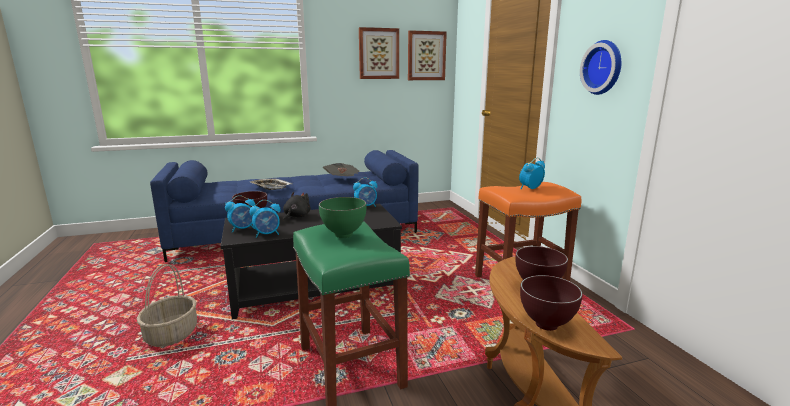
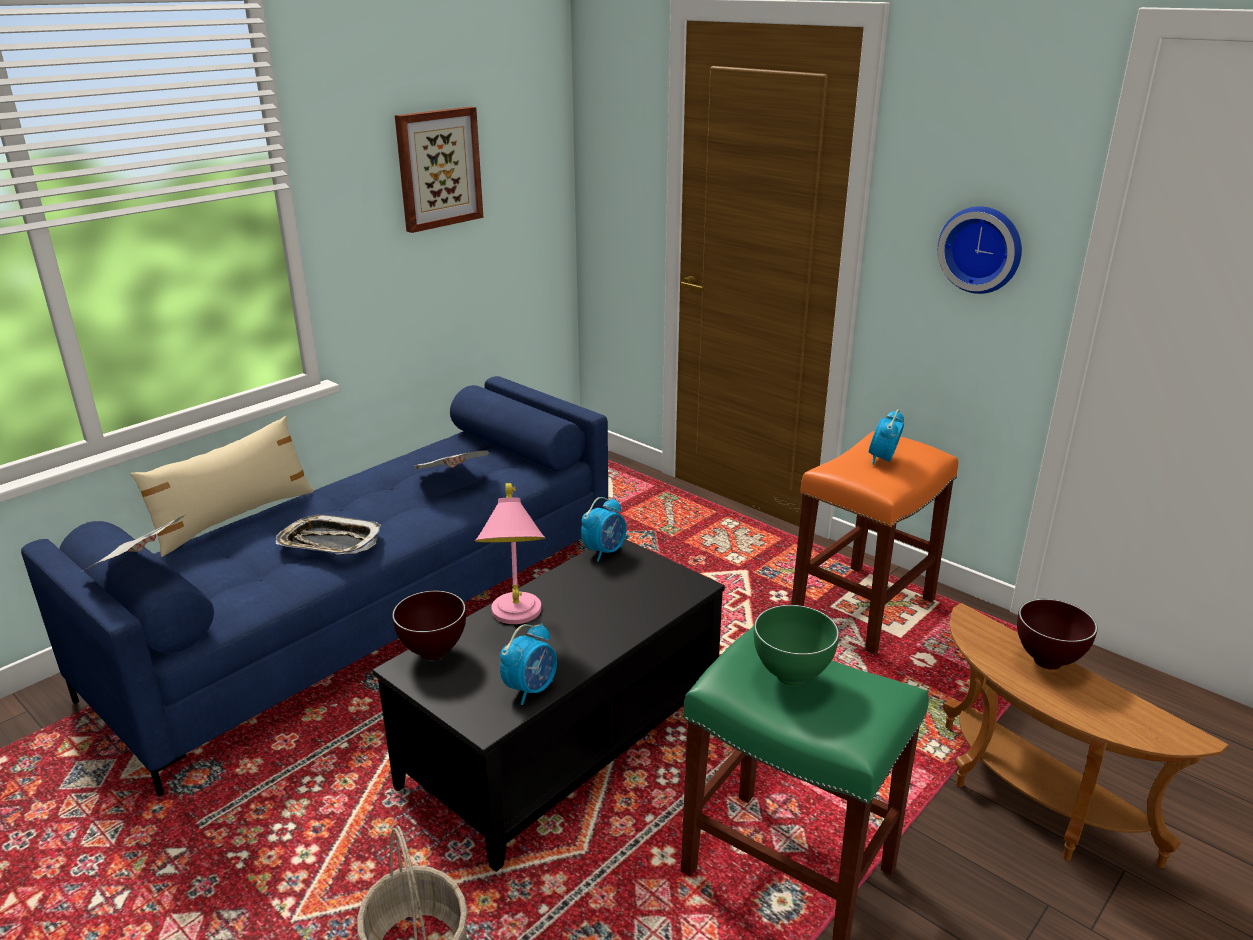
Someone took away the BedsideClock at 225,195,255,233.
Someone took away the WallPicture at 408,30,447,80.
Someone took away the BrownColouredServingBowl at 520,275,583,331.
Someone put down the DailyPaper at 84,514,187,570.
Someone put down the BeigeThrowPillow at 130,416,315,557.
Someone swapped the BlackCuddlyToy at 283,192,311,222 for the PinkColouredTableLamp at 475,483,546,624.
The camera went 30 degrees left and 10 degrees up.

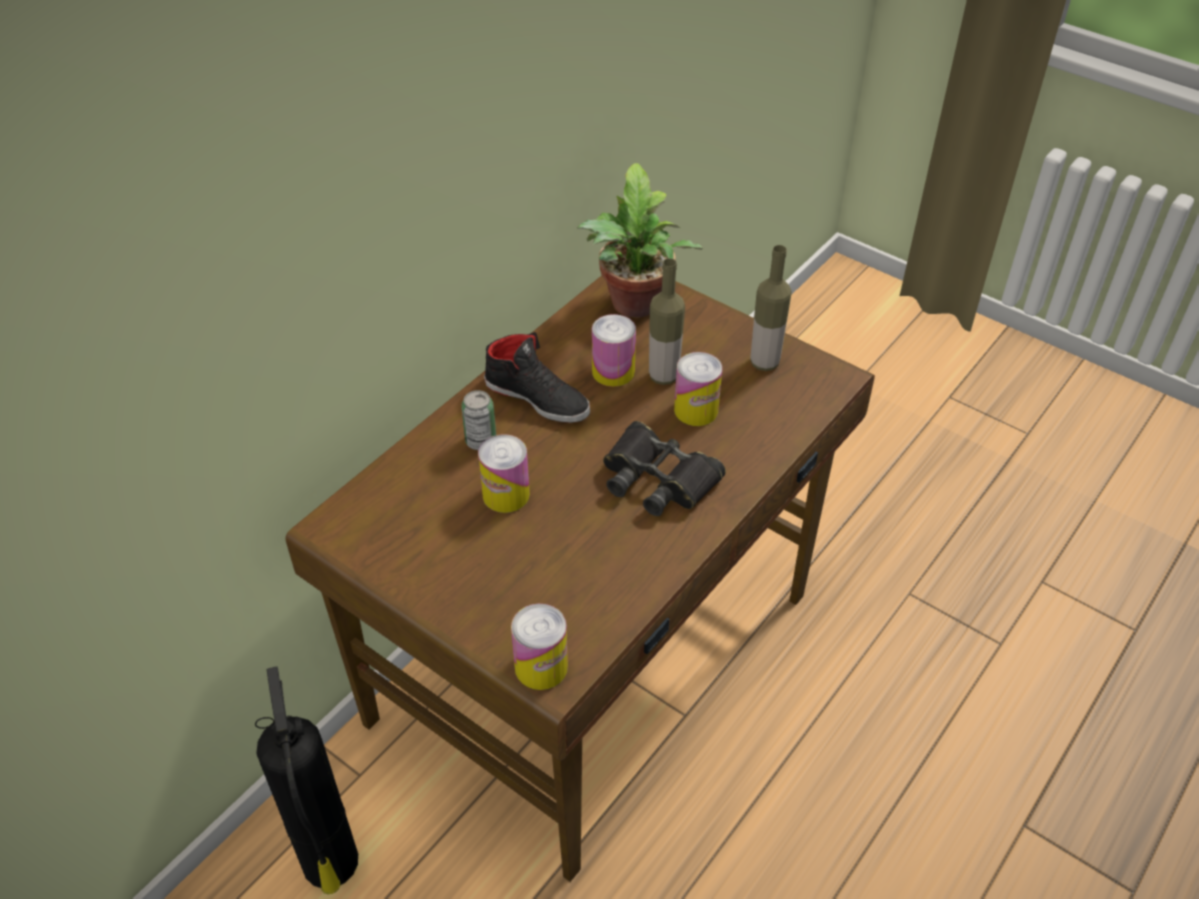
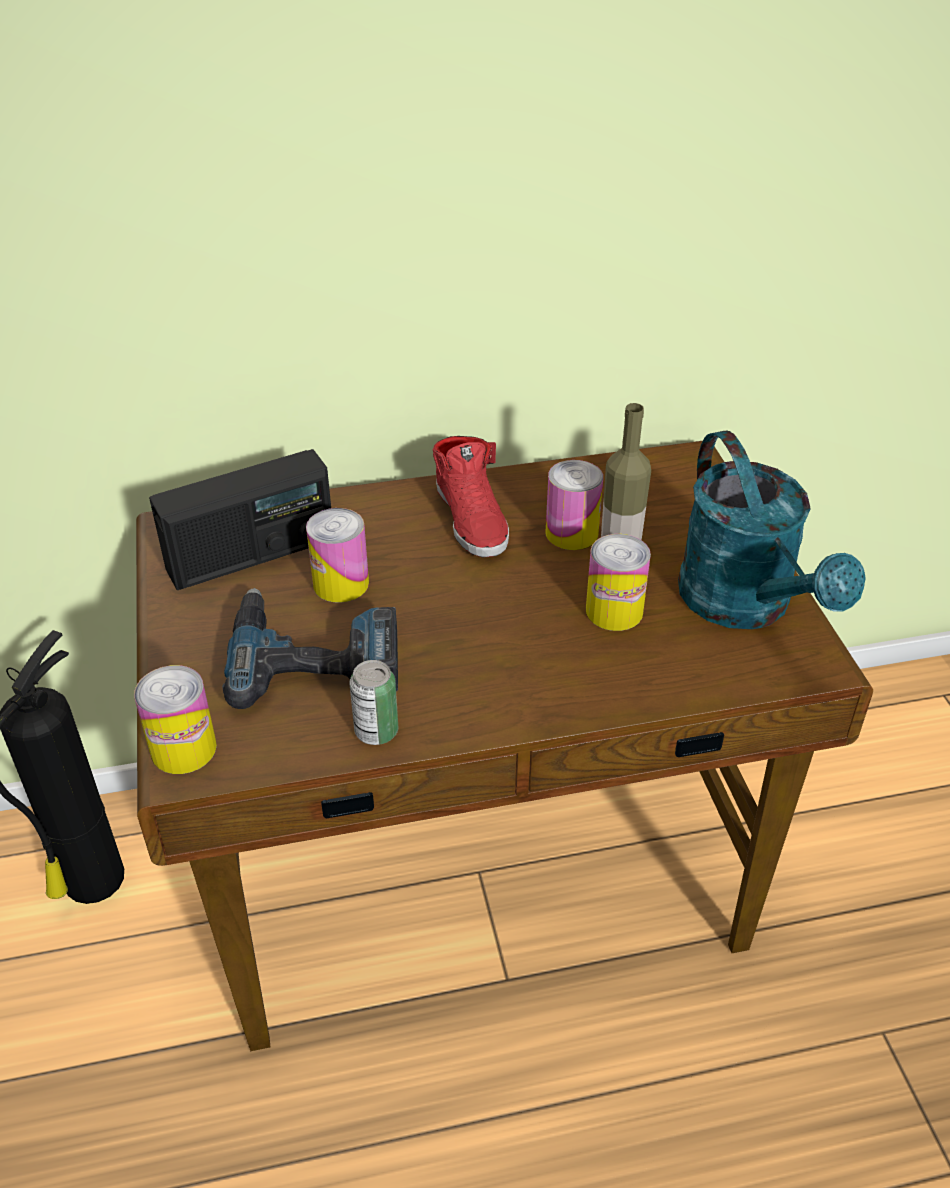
Someone took away the PottedPlant at 578,163,703,317.
Someone took away the BlackPairOfBinoculars at 603,421,726,516.
Someone put down the RadioReceiver at 149,449,331,590.
Someone put down the Drill at 222,588,398,709.
Someone carried the SealedCan from 461,390,496,450 to 350,660,398,745.
Someone swapped the DrinkBottle at 750,245,792,371 for the BlueGreenWateringPot at 678,431,866,629.
Someone repainted the BlackShoe at 484,332,590,423, which became the RedShoe at 433,436,509,558.
The camera went 40 degrees right and 5 degrees down.

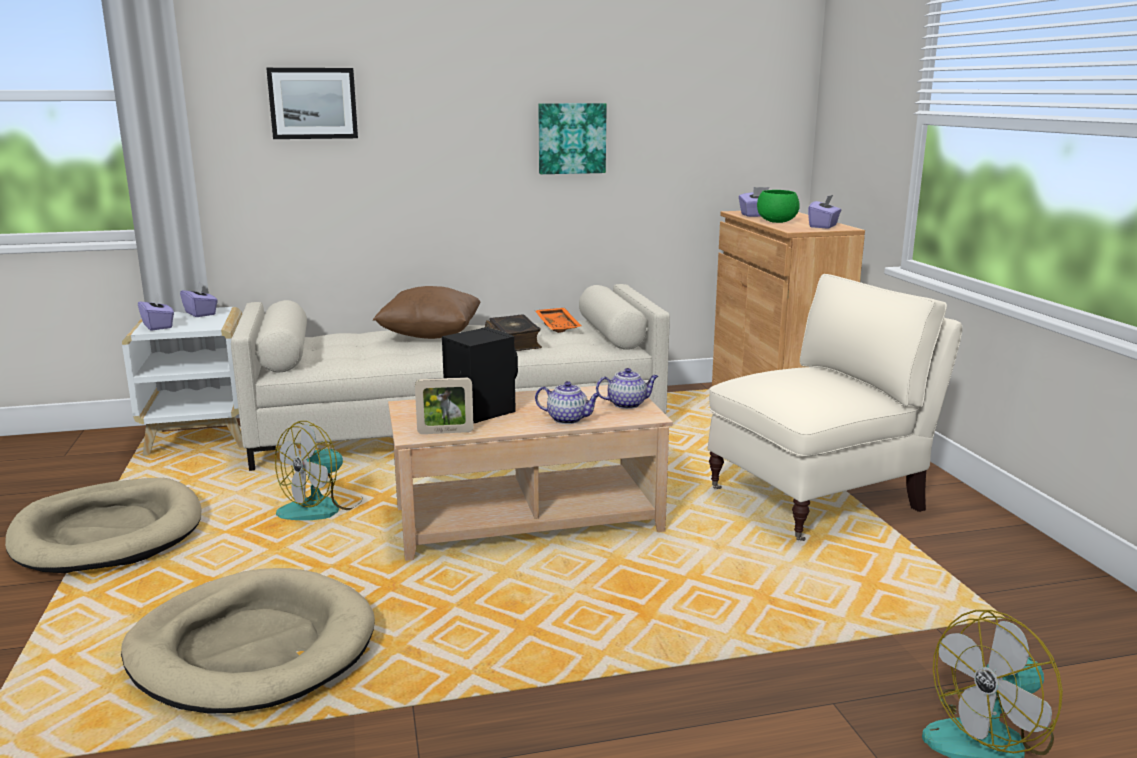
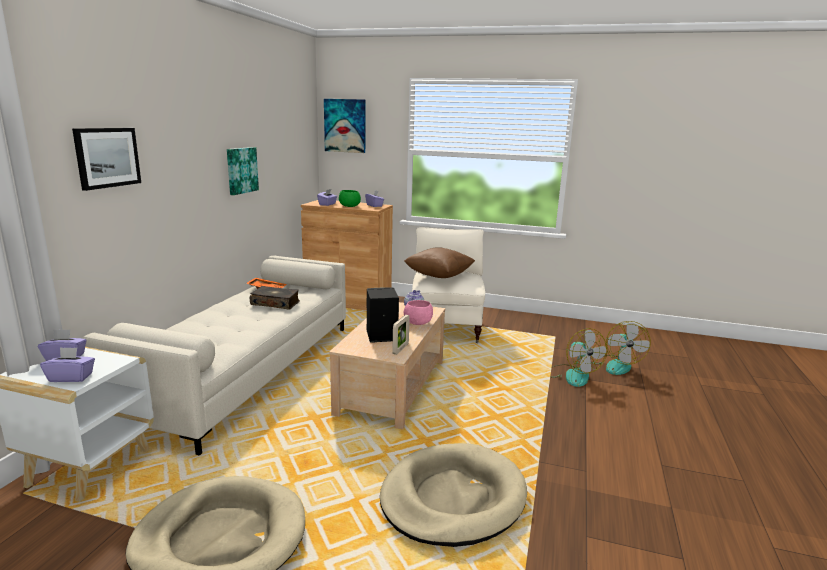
Someone put up the WallPicture at 324,99,365,153.
Someone carried the Fan from 275,421,363,520 to 550,328,607,387.
Someone carried the BrownColouredThrowPillow from 373,286,481,339 to 404,247,475,278.
Someone swapped the TeaPot at 535,381,601,424 for the PinkColouredServingBowl at 404,300,433,325.
The camera went 60 degrees left and 0 degrees up.

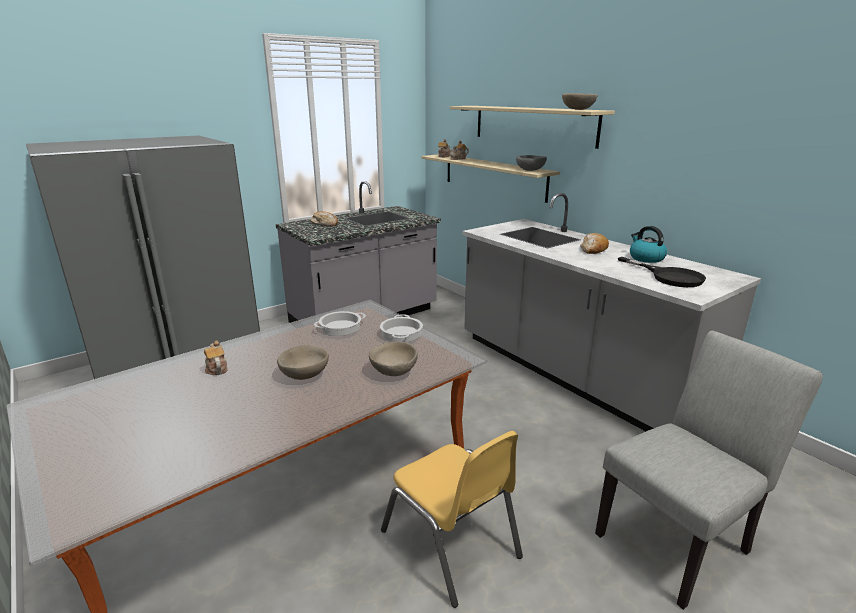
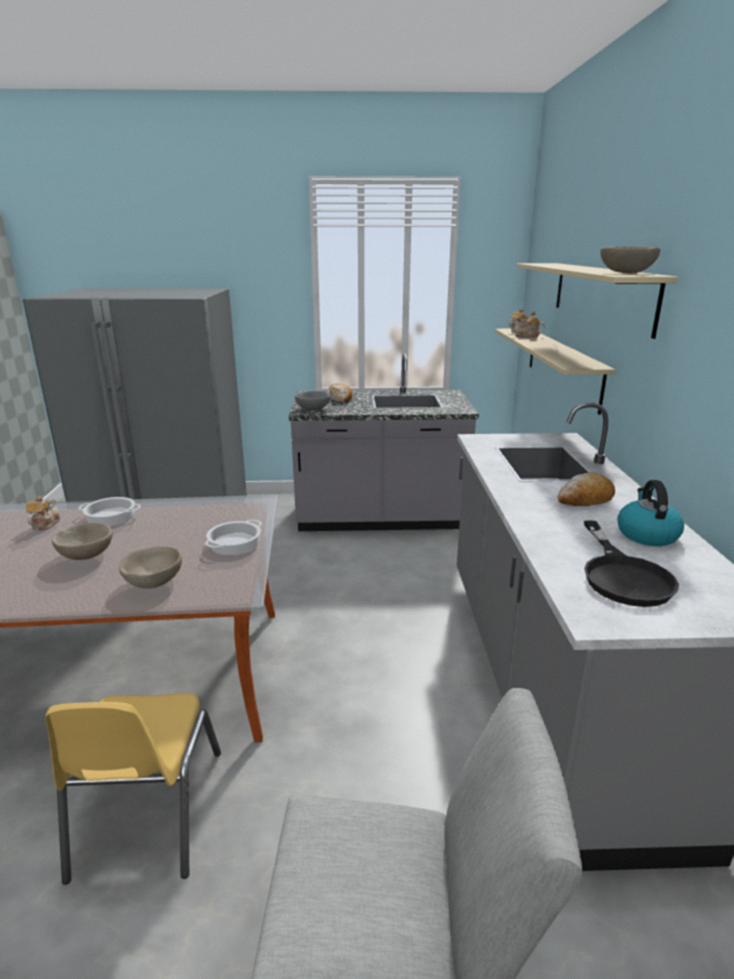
Someone carried the Saucepot from 314,311,366,336 to 78,497,141,525.
Someone carried the GreyServingBowl from 516,155,547,171 to 295,391,330,410.
The camera went 35 degrees right and 0 degrees up.

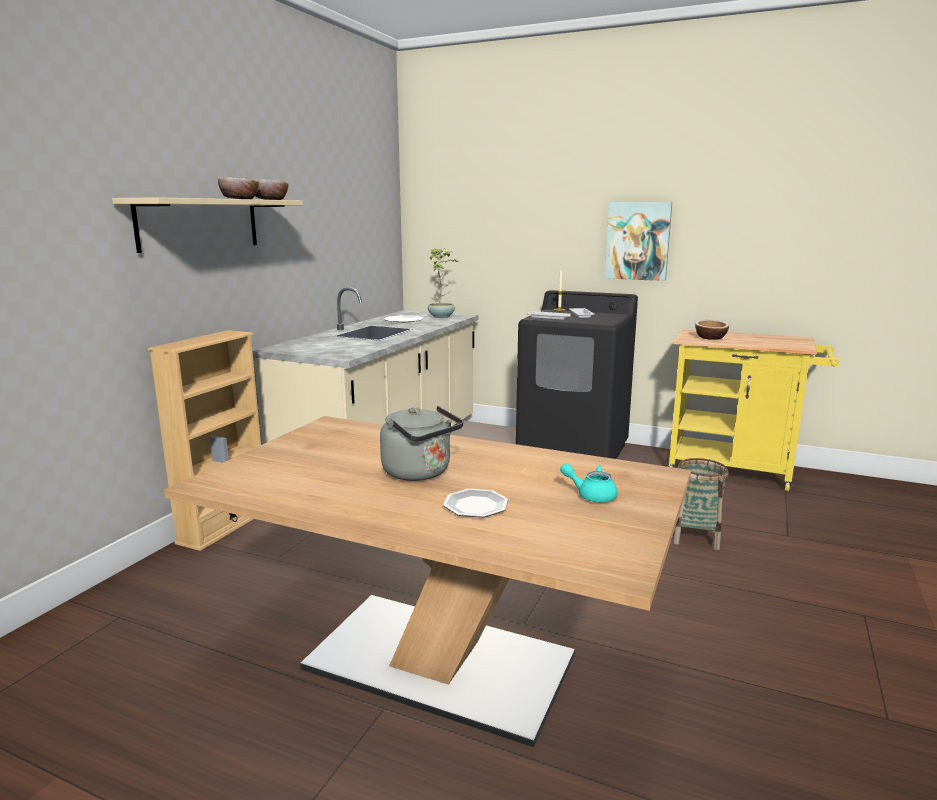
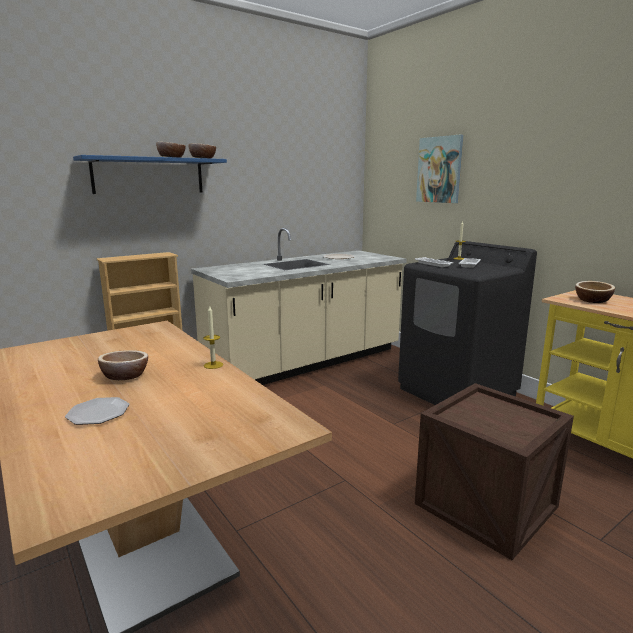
Someone took away the PottedPlant at 428,248,458,318.
Someone took away the BlueGreenTeaPot at 560,463,618,502.
Someone put down the WaxLight at 203,306,223,369.
Someone carried the WallPicture from 605,202,672,281 to 416,134,463,203.
Someone swapped the GreyTeaKettle at 380,406,463,481 for the ServingBowl at 98,350,148,380.
Someone swapped the Basket at 673,458,728,550 for the ShippingCrate at 415,383,574,560.
Someone repainted the BeigeBracketShelf at 112,197,303,253, which became the BlueColouredBracketShelf at 73,155,227,194.
The camera went 30 degrees right and 0 degrees up.

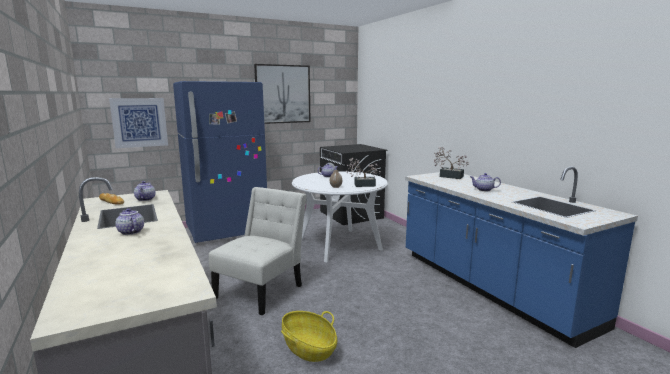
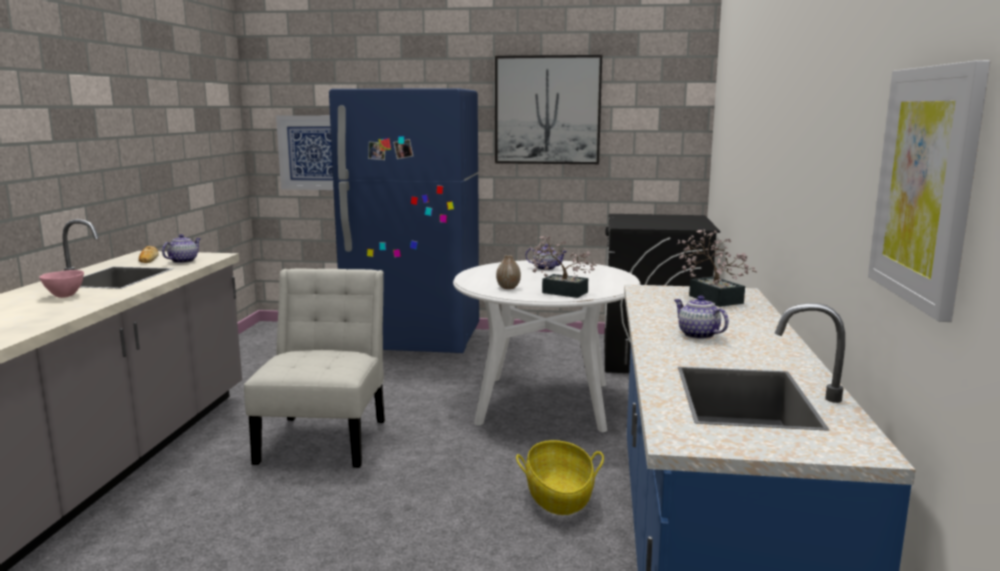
Someone put up the WallPicture at 868,60,990,322.
Someone carried the Basket from 281,311,337,362 to 516,440,604,515.
Someone swapped the TeaPot at 115,208,144,235 for the PinkColouredServingBowl at 39,270,84,298.
Someone rotated the WhiteColouredChair at 209,187,306,315 by 60 degrees counterclockwise.
The camera went 35 degrees right and 0 degrees up.

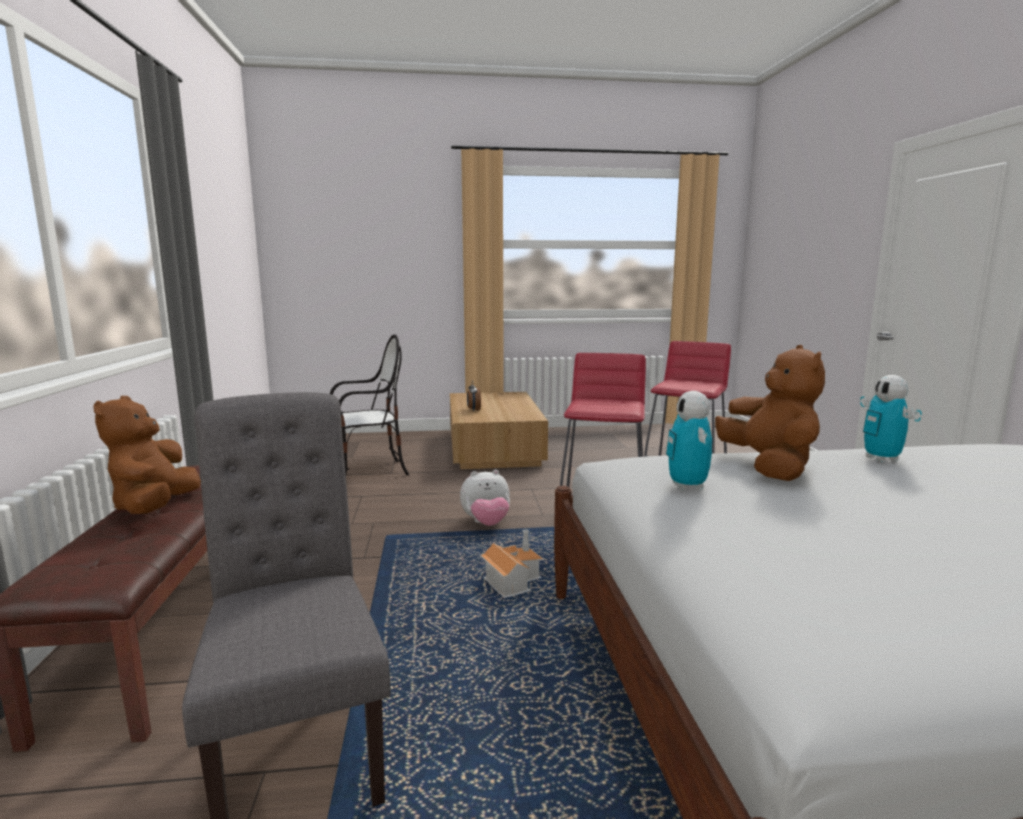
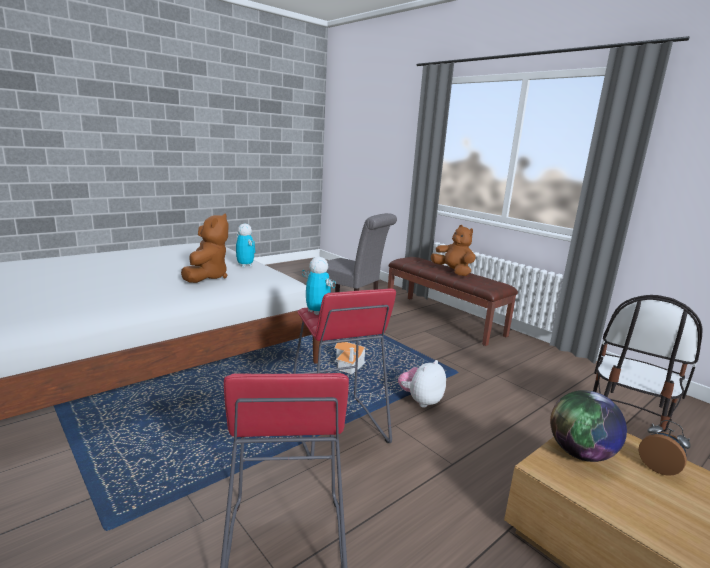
Someone put down the WorldGlobe at 550,390,627,462.
Someone carried the ToyRobot from 860,375,922,462 to 302,257,336,315.
Someone rotated the BrownColouredCuddlyToy at 715,345,825,481 by 135 degrees counterclockwise.
The camera went 145 degrees right and 5 degrees up.

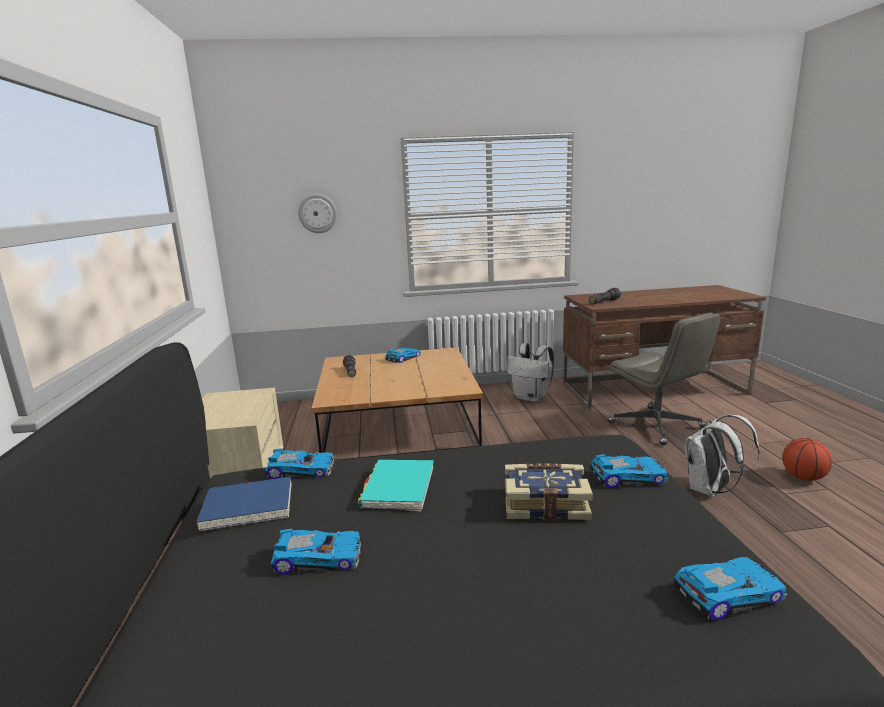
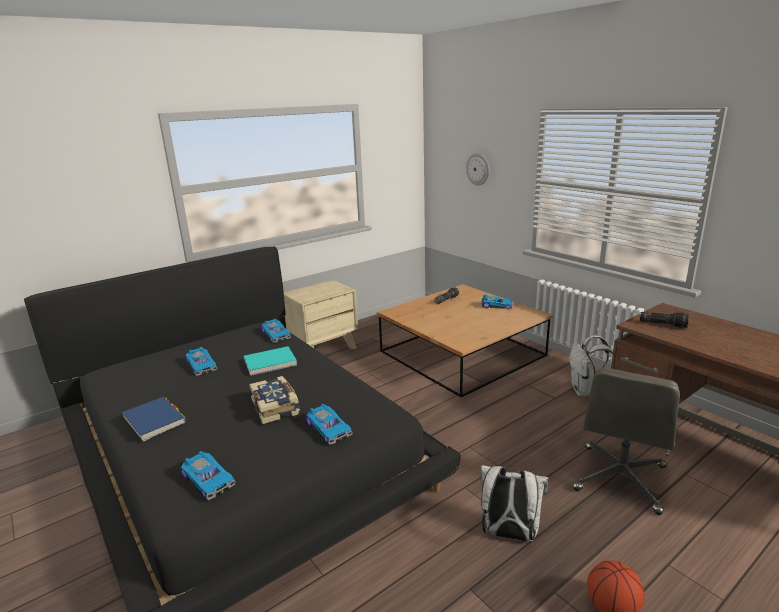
Someone carried the BlueColouredBook from 196,477,292,531 to 122,397,186,442.
The camera went 60 degrees right and 5 degrees up.

